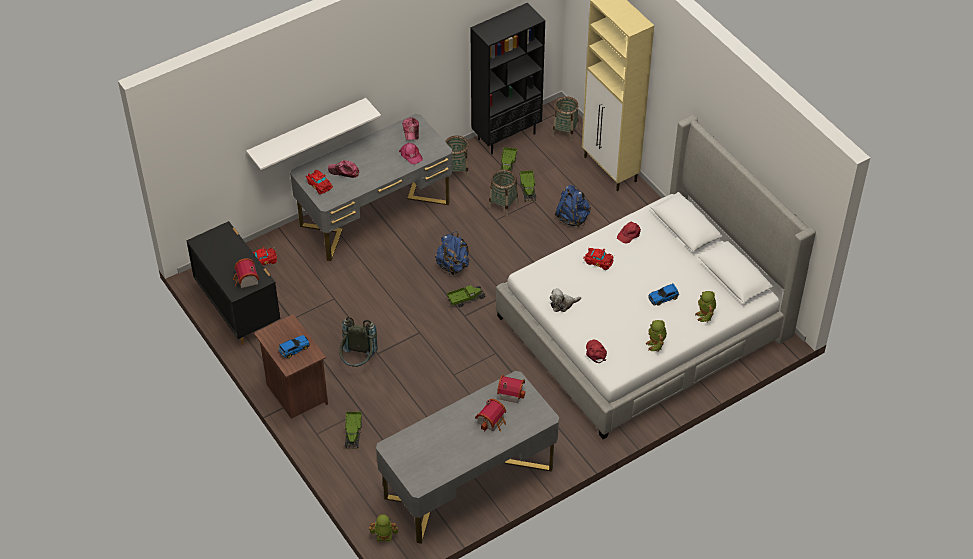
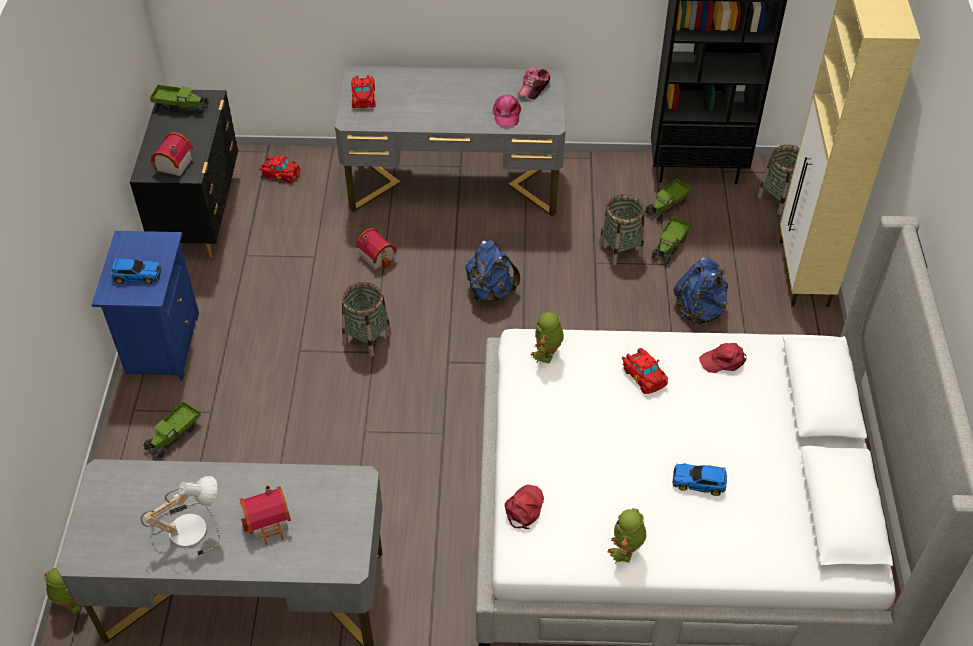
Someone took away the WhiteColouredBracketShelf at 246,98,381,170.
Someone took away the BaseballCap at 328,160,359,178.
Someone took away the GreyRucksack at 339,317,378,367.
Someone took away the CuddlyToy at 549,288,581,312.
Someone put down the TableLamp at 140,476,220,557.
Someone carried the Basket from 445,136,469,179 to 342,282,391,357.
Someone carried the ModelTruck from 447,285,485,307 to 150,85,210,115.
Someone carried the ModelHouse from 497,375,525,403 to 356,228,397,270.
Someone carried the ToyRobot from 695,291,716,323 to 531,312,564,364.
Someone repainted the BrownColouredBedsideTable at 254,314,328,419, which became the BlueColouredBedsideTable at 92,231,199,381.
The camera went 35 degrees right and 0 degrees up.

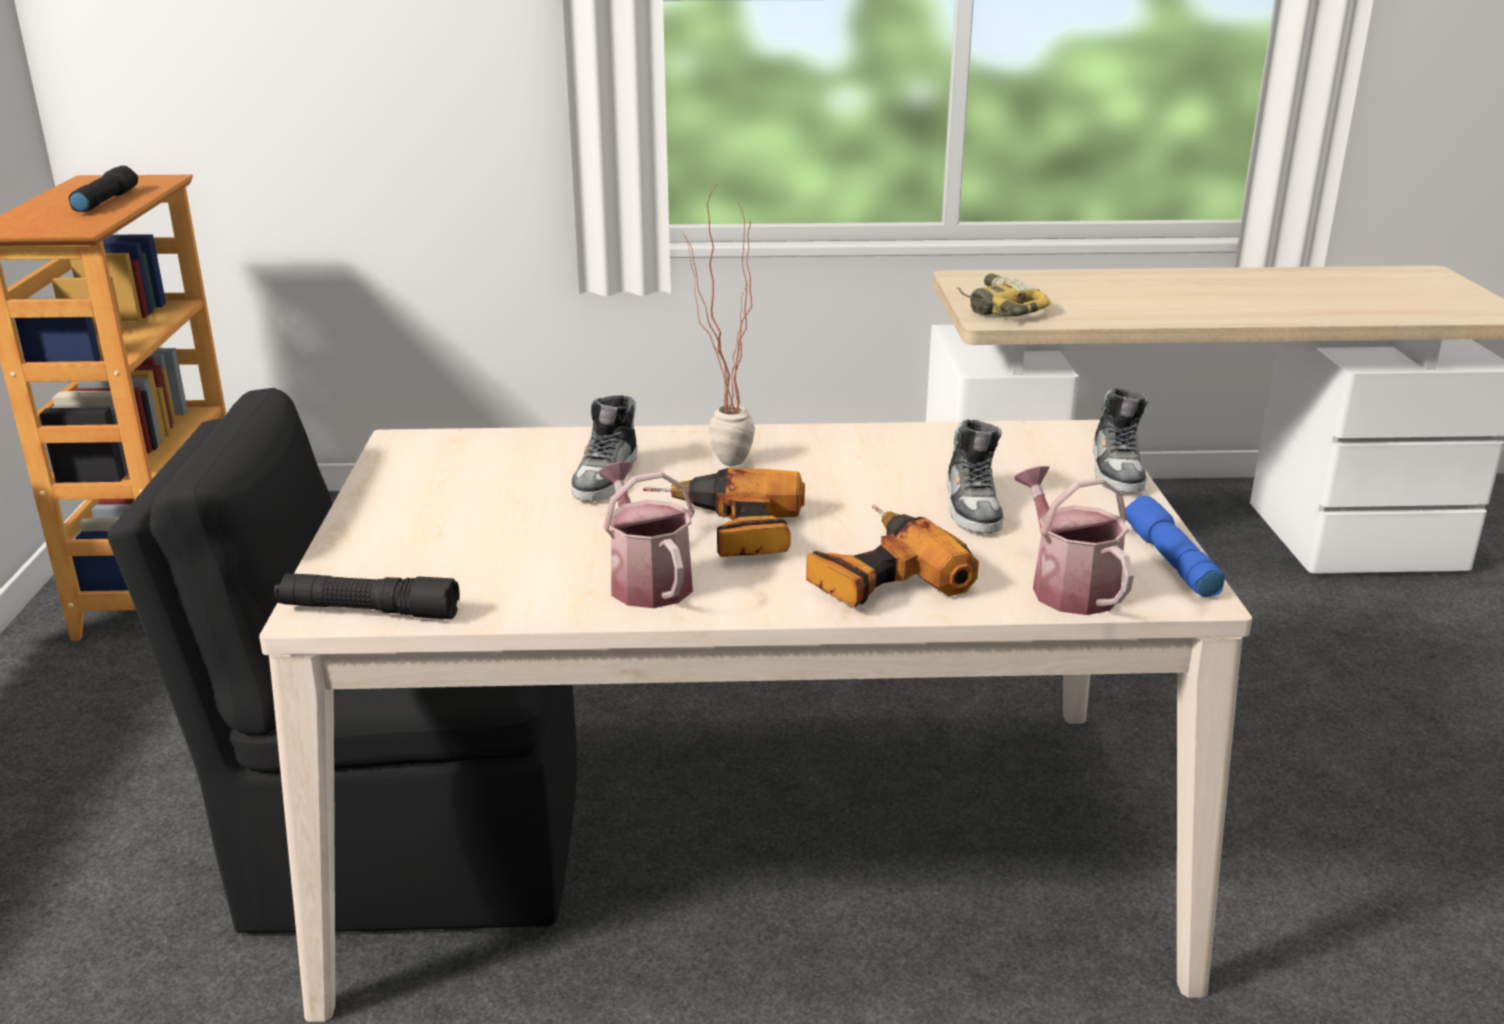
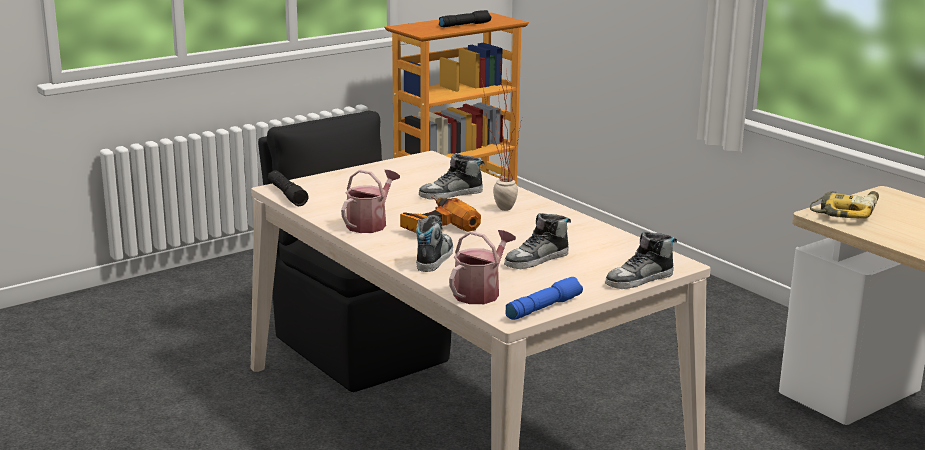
Someone swapped the Drill at 806,504,979,607 for the Shoe at 416,215,453,272.
The camera went 55 degrees right and 5 degrees down.

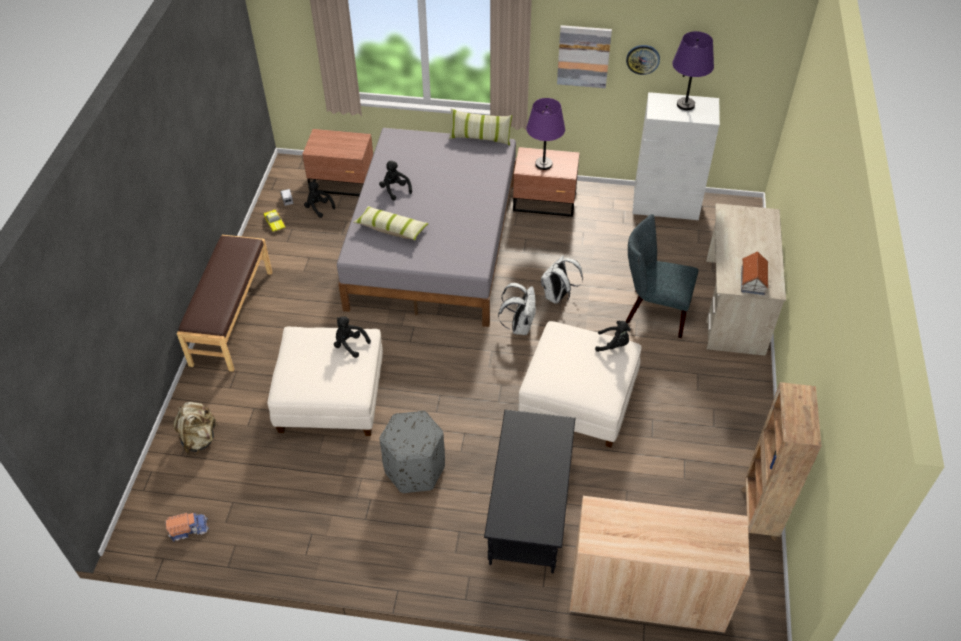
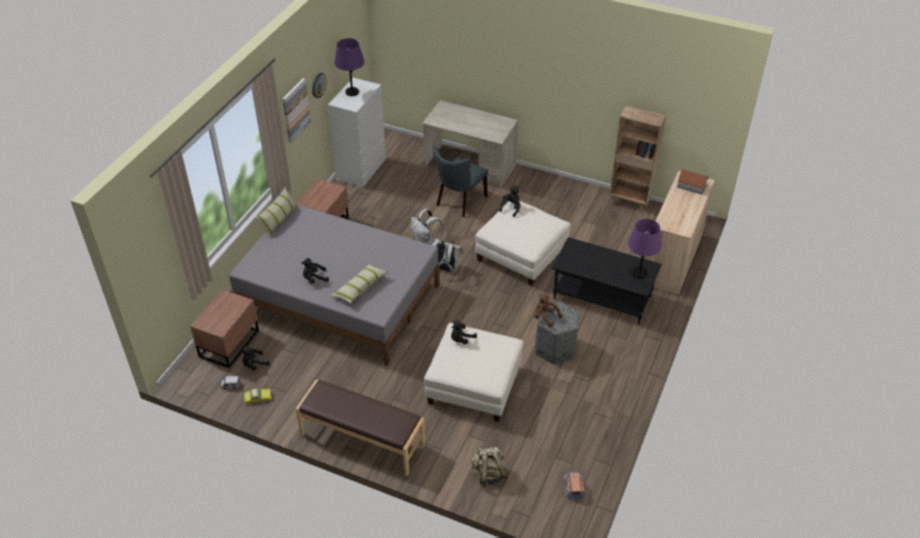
Someone put down the BrownColouredCuddlyToy at 534,294,562,327.
Someone carried the PurplishTableLamp from 526,98,565,170 to 628,219,662,278.
Someone carried the ModelHouse from 741,251,769,295 to 677,169,709,195.
The camera went 75 degrees left and 5 degrees down.

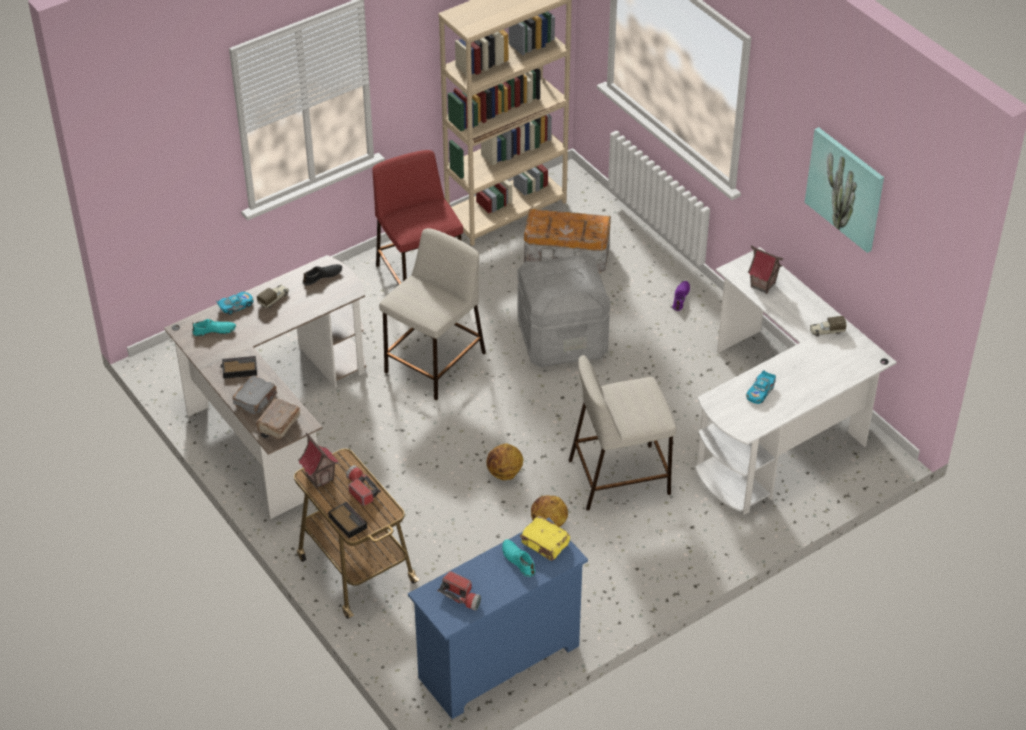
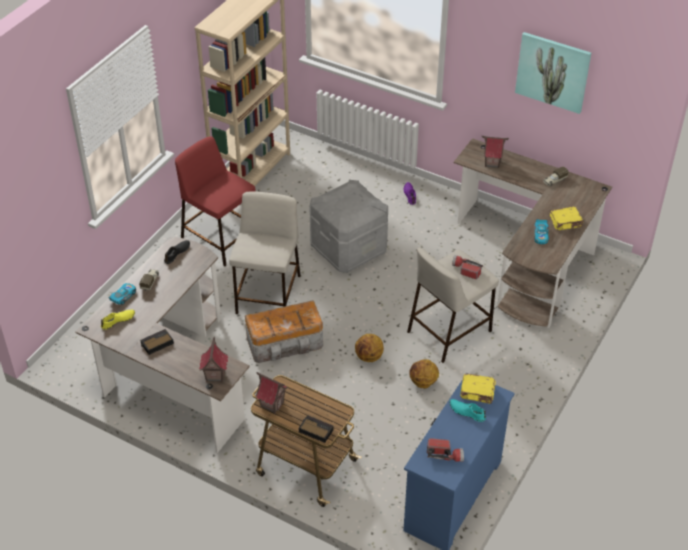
Someone took away the GreyBook at 232,375,277,414.
Someone put down the YellowishBook at 550,207,583,230.
Someone carried the Flashlight from 346,465,381,506 to 452,255,483,279.
Someone carried the StorageBox from 524,209,611,273 to 245,300,323,363.
Someone swapped the BrownColouredBook at 256,398,300,440 for the ModelHouse at 199,337,228,382.
Someone repainted the BlueGreenShoe at 192,319,236,336, which became the YellowishShoe at 101,310,135,330.
Someone repainted the WhiteColouredDeskUnit at 695,247,897,515, which became the BrownColouredDeskUnit at 454,138,612,328.
The camera went 25 degrees left and 0 degrees up.

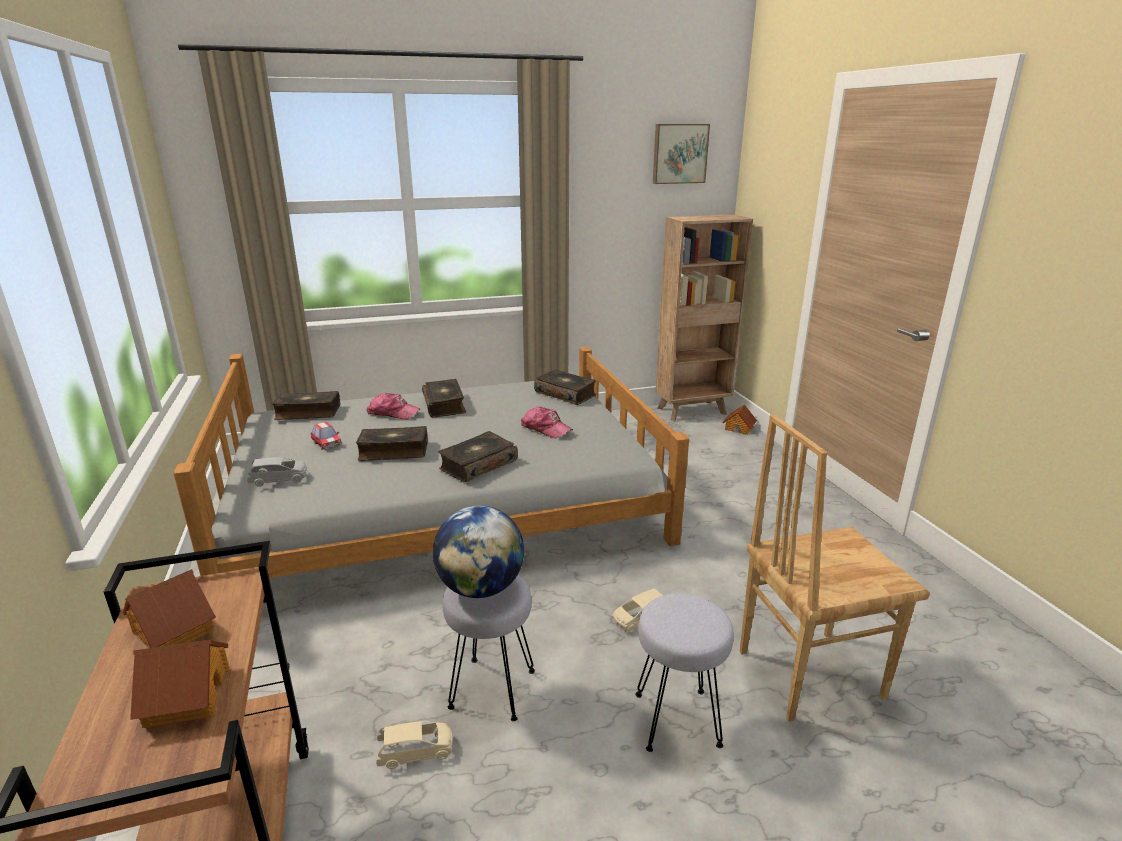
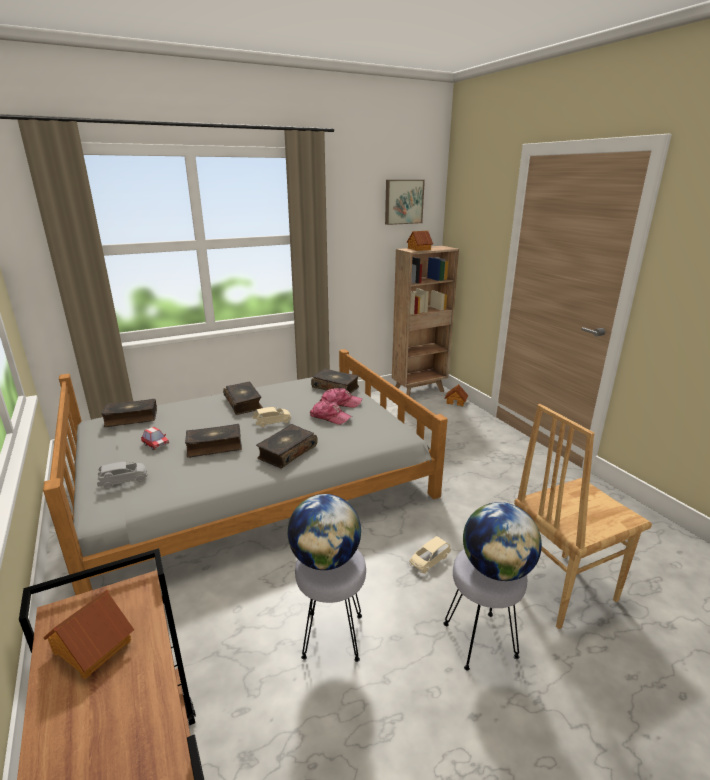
Someone put down the WorldGlobe at 463,502,542,581.
Someone carried the ModelHouse from 130,640,229,728 to 407,231,433,251.
Someone carried the BaseballCap from 367,393,420,419 to 319,388,362,408.
Someone carried the BeigeMiniatureCar from 376,721,453,769 to 253,407,291,427.
The camera went 10 degrees left and 0 degrees up.

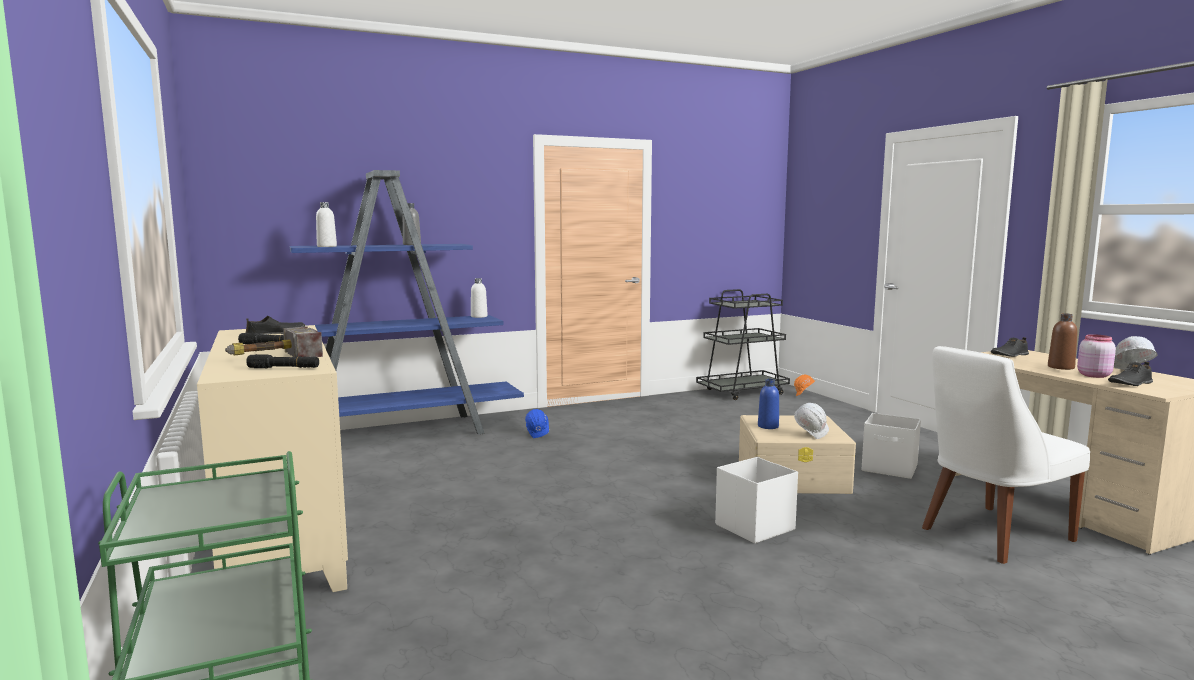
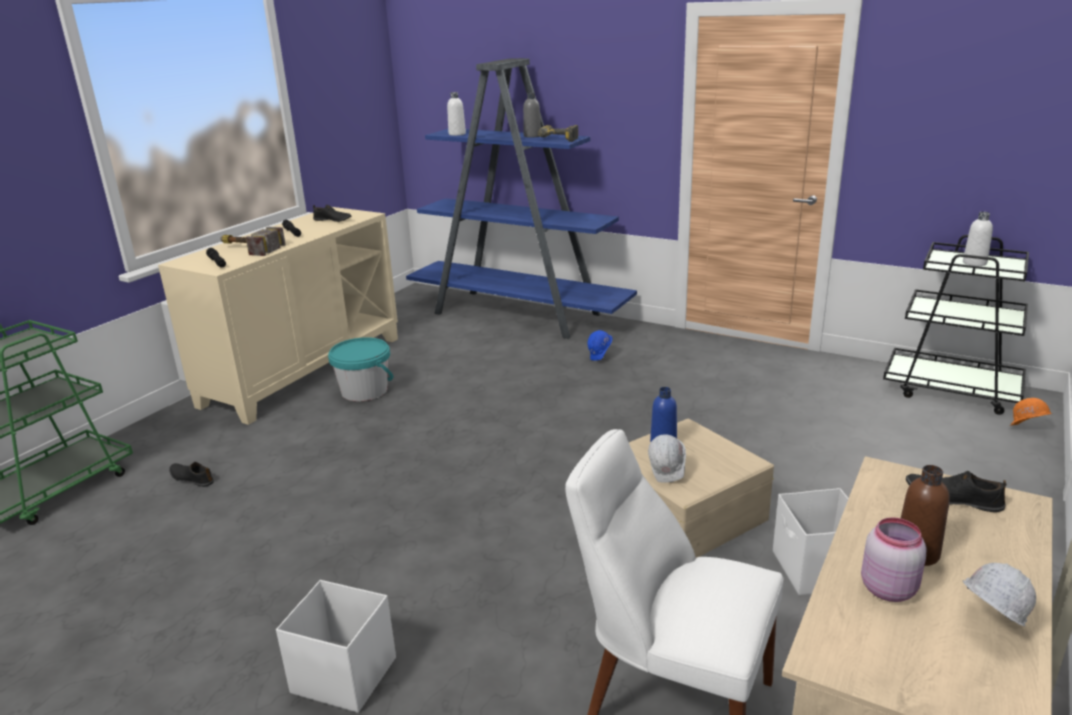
Someone put down the BlueGreenWaterBucket at 328,337,394,401.
Someone put down the Drill at 538,125,578,142.
Someone carried the WhiteColouredDrinkBottle from 471,278,488,318 to 963,212,993,266.
Someone carried the WhiteColouredStorageBox from 715,457,798,544 to 276,580,396,713.
Someone carried the BlackShoe from 1108,362,1153,386 to 169,462,214,487.
The camera went 55 degrees right and 15 degrees up.

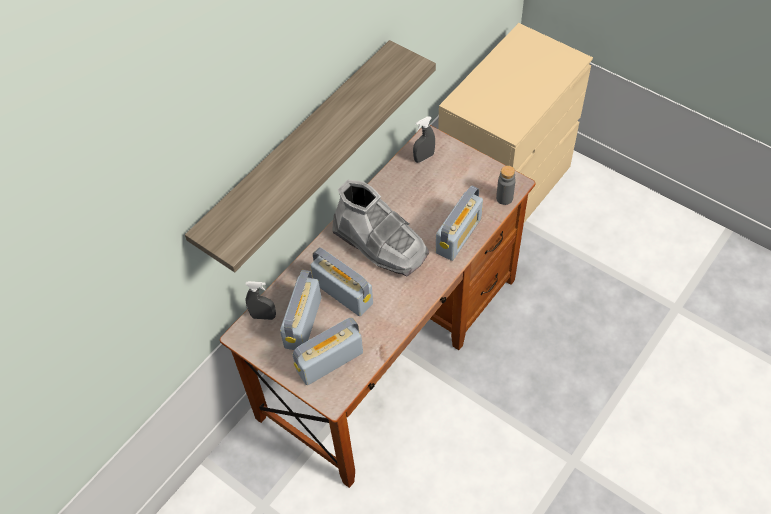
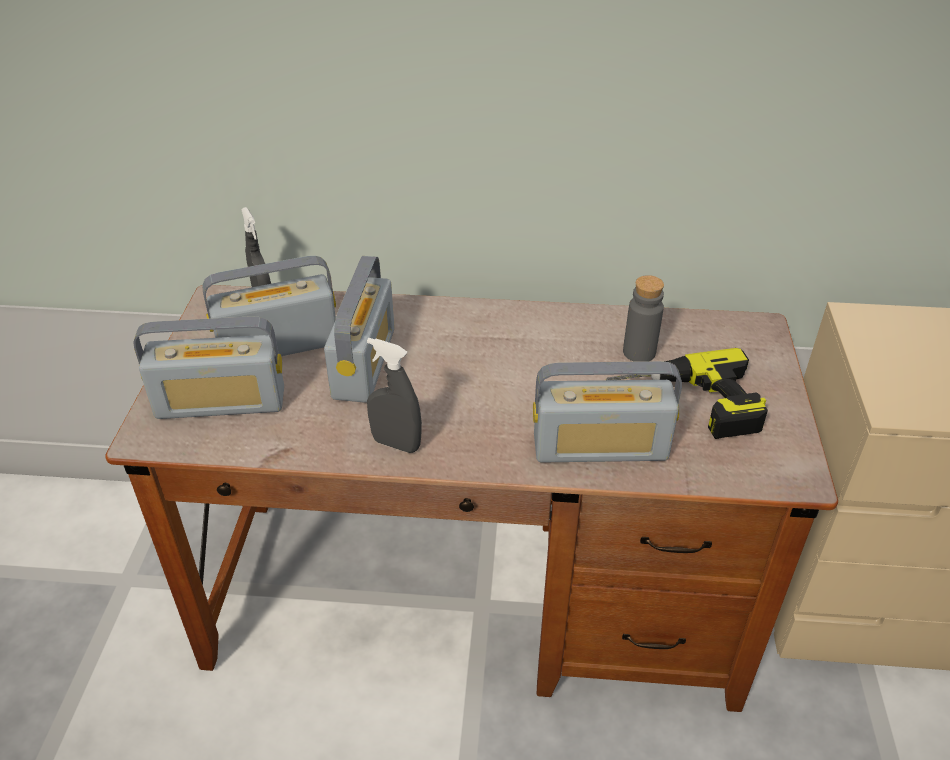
Someone took away the BracketShelf at 185,40,436,272.
Someone took away the GreyHighTopBoot at 332,180,429,276.
Someone put down the Drill at 606,348,768,439.
Someone carried the GreySprayBottle from 413,116,435,163 to 367,338,422,453.
Someone carried the GreyDrinkBottle from 496,166,516,205 to 623,275,664,362.
Someone rotated the RadioReceiver at 293,317,363,385 by 150 degrees clockwise.
The camera went 55 degrees right and 15 degrees down.

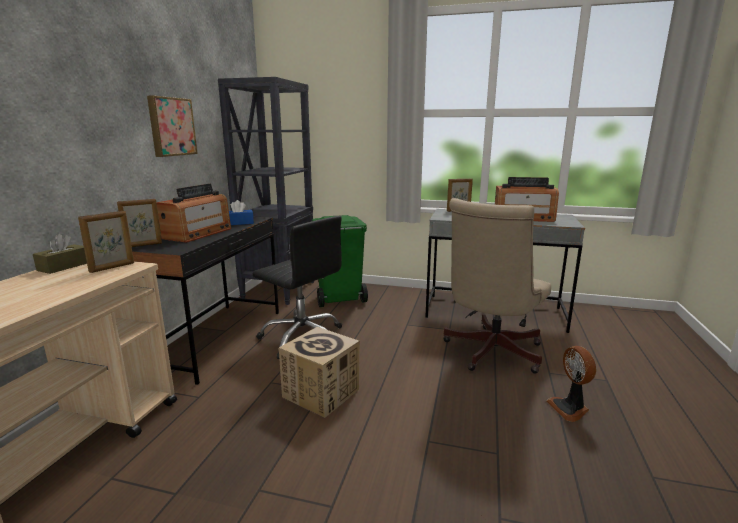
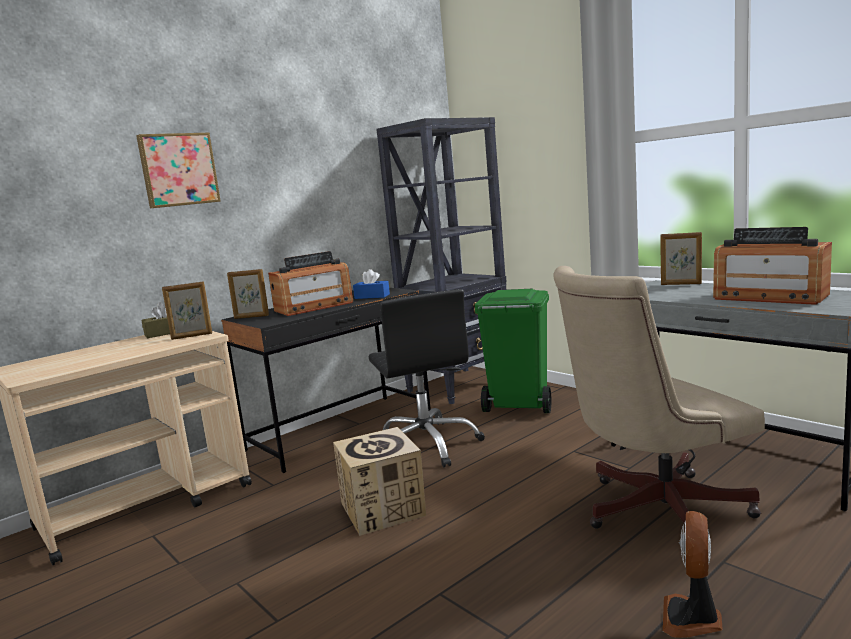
Someone carried the WallPicture from 147,96,198,157 to 136,133,221,209.
The camera went 35 degrees right and 5 degrees down.

